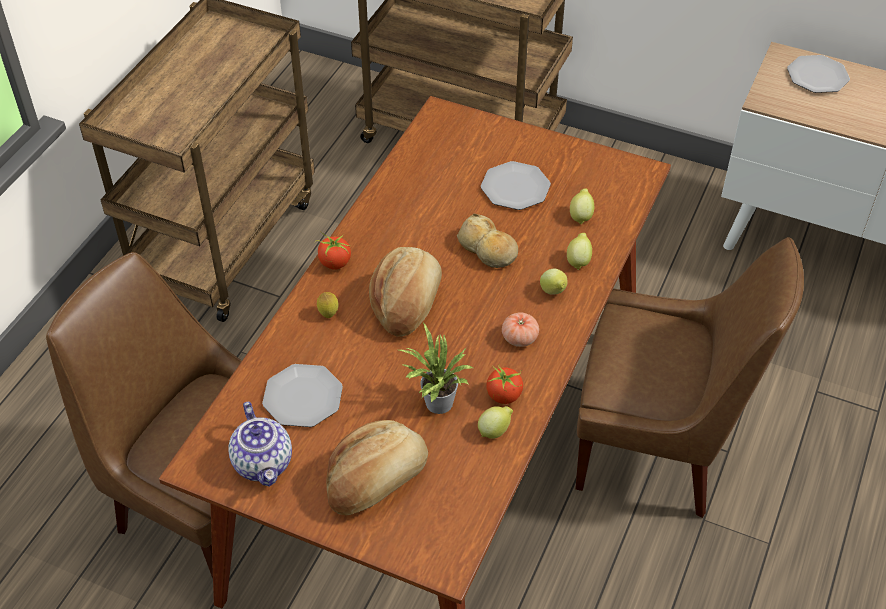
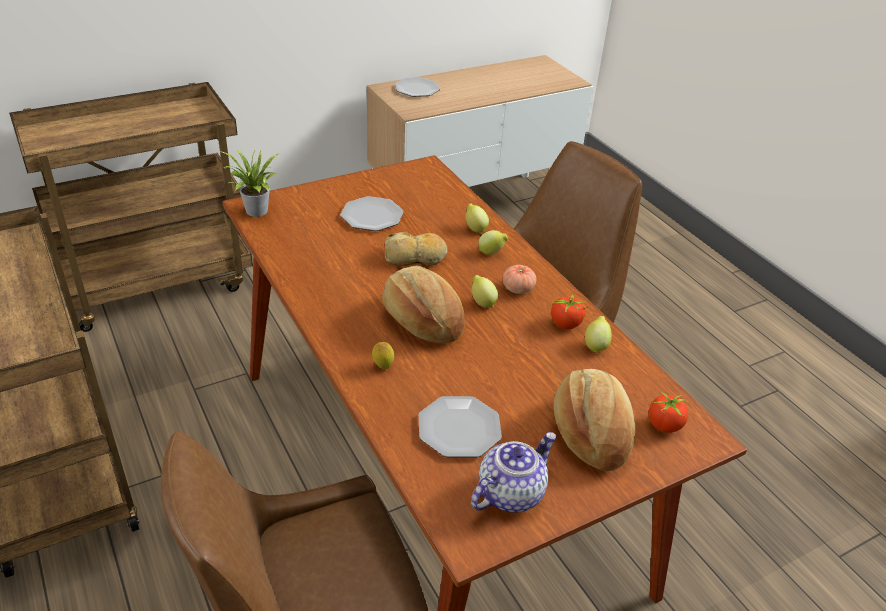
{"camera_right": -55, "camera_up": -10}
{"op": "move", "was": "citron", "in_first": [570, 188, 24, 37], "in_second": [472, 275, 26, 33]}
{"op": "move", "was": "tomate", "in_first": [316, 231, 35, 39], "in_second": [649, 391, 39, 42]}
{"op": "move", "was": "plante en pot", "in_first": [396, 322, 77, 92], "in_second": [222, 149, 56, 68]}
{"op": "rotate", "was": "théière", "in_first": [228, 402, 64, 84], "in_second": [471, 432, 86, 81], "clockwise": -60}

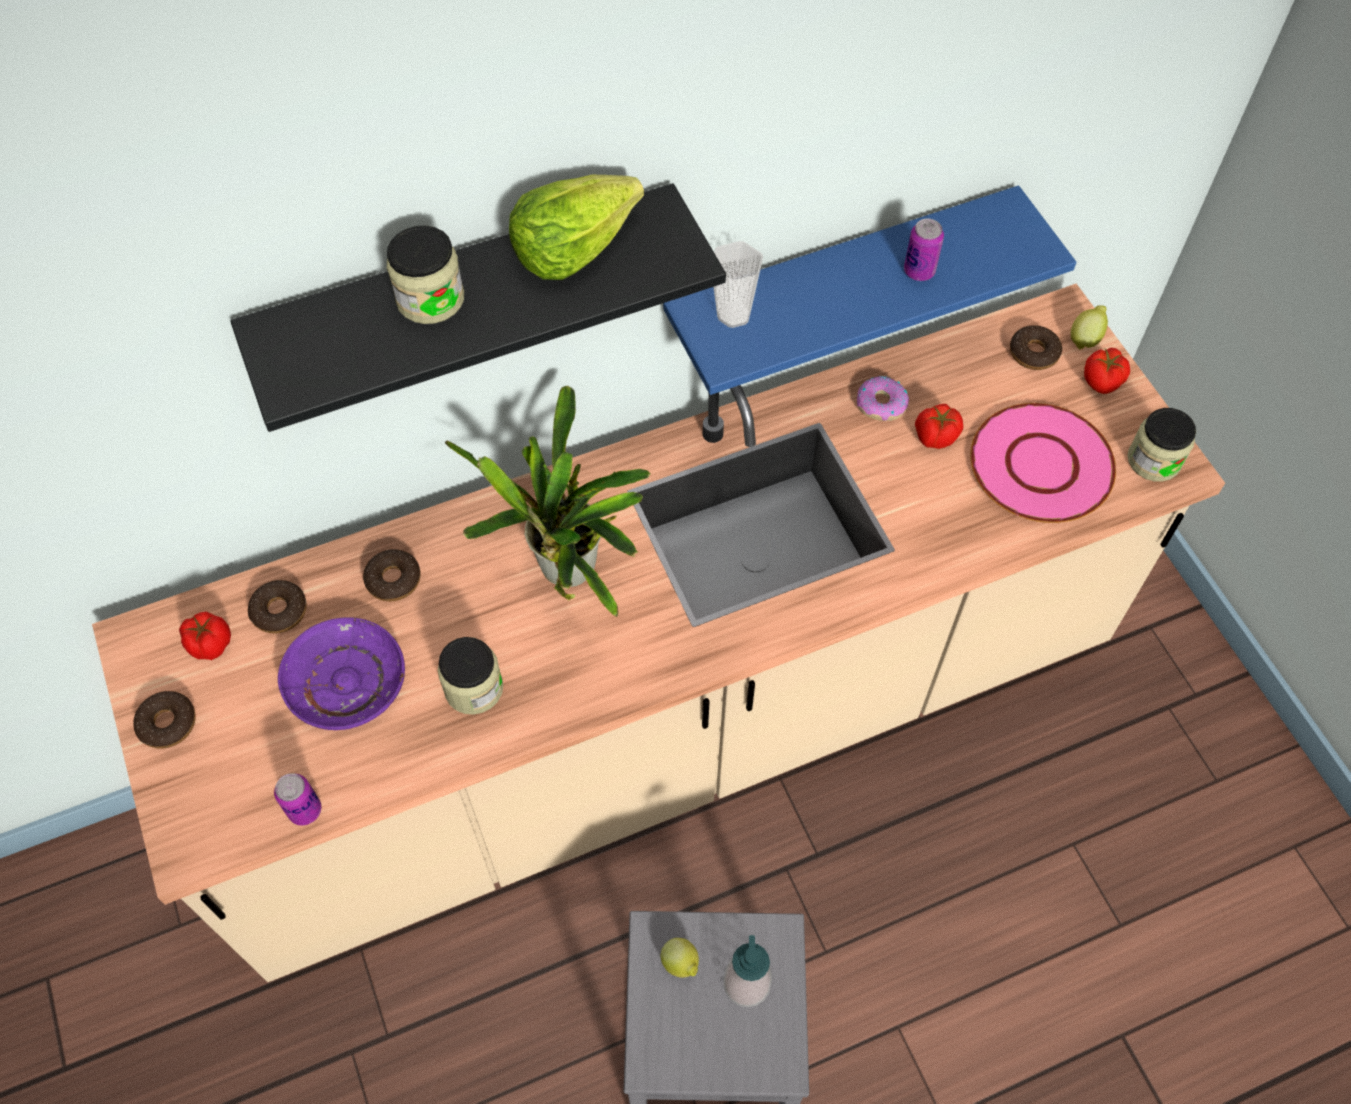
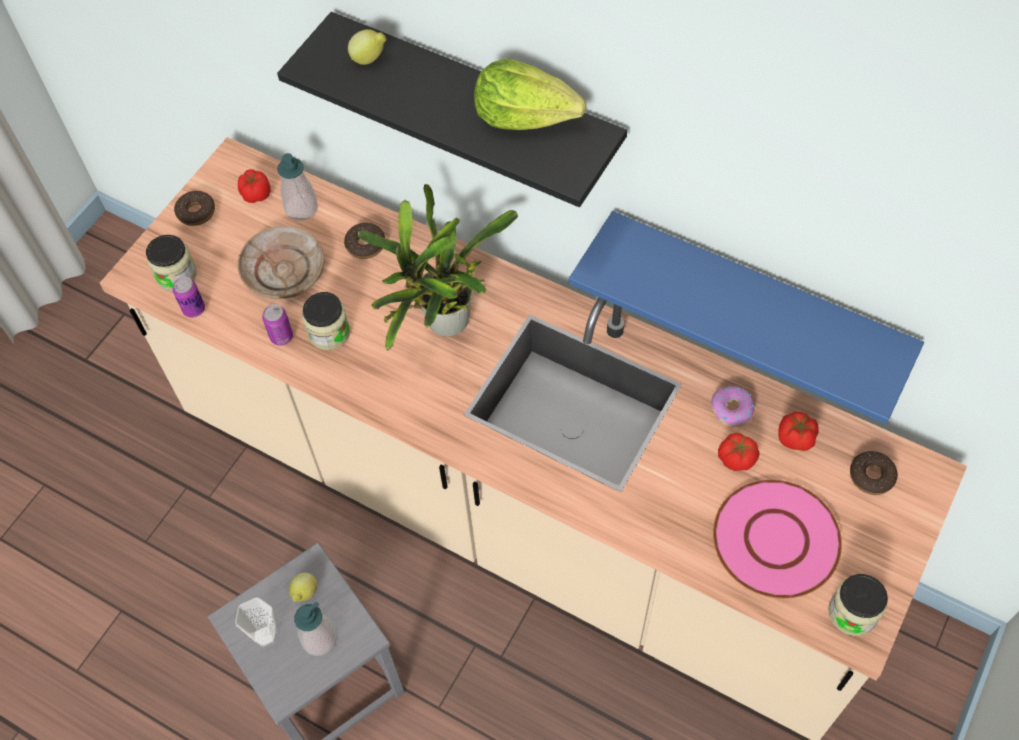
{"camera_right": 55, "camera_up": 0}
{"op": "move", "was": "boîte métallique", "in_first": [904, 219, 40, 62], "in_second": [262, 304, 31, 42]}
{"op": "move", "was": "bocal", "in_first": [387, 225, 77, 99], "in_second": [146, 235, 51, 56]}
{"op": "move", "was": "tasse", "in_first": [713, 241, 50, 87], "in_second": [235, 598, 42, 49]}
{"op": "move", "was": "citron", "in_first": [1071, 305, 37, 45], "in_second": [348, 29, 39, 36]}
{"op": "move", "was": "tomate", "in_first": [1084, 348, 46, 46], "in_second": [778, 412, 41, 39]}
{"op": "replace", "was": "beignet", "now": "distributeur de savon", "in_first": [248, 580, 58, 53], "in_second": [277, 153, 41, 68]}
{"op": "recolor", "was": "assiette [violet]", "now": "assiette [beige]", "in_first": [278, 617, 127, 113], "in_second": [238, 226, 86, 73]}

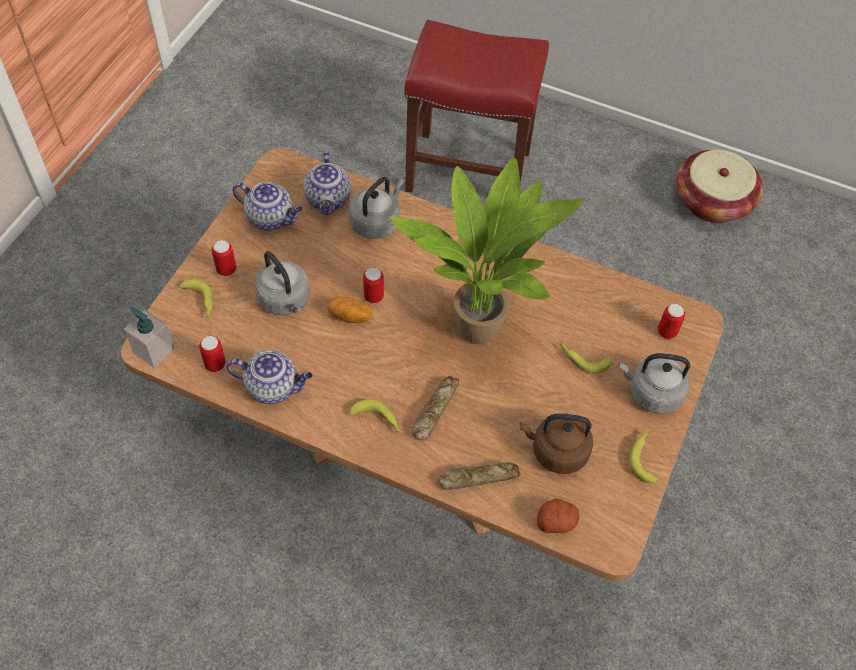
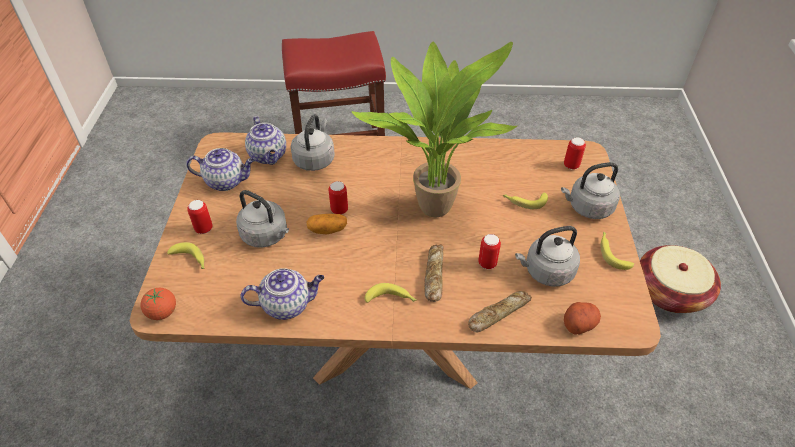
{"camera_right": -20, "camera_up": -10}
{"op": "move", "was": "panier", "in_first": [676, 149, 87, 74], "in_second": [640, 245, 81, 68]}
{"op": "replace", "was": "distributeur de savon", "now": "tomate", "in_first": [124, 306, 51, 62], "in_second": [141, 288, 35, 32]}
{"op": "move", "was": "boîte métallique", "in_first": [199, 336, 26, 36], "in_second": [478, 234, 23, 36]}
{"op": "recolor", "was": "bouilloire [marron]", "now": "bouilloire [gris]", "in_first": [520, 414, 73, 60], "in_second": [515, 226, 65, 61]}

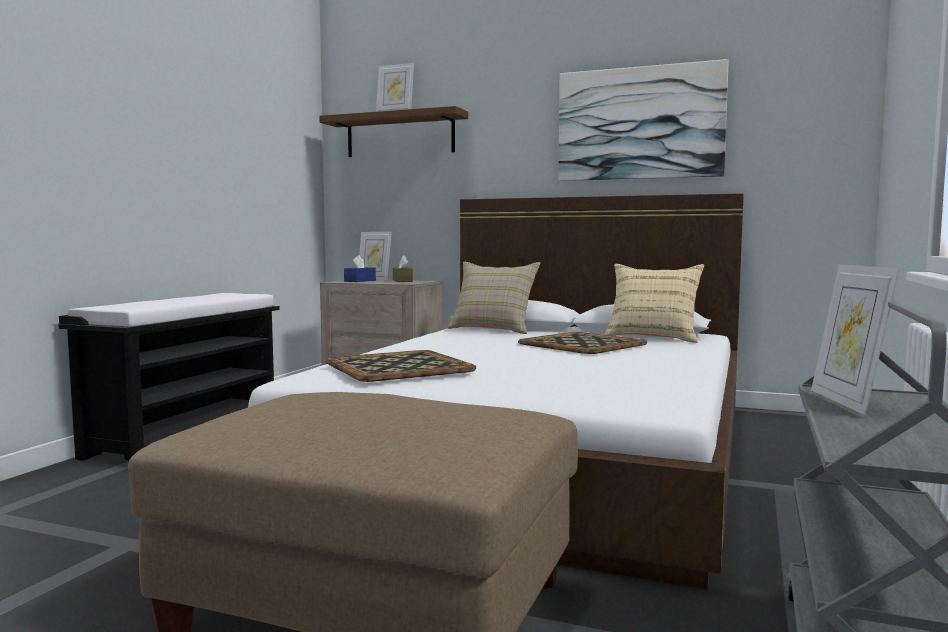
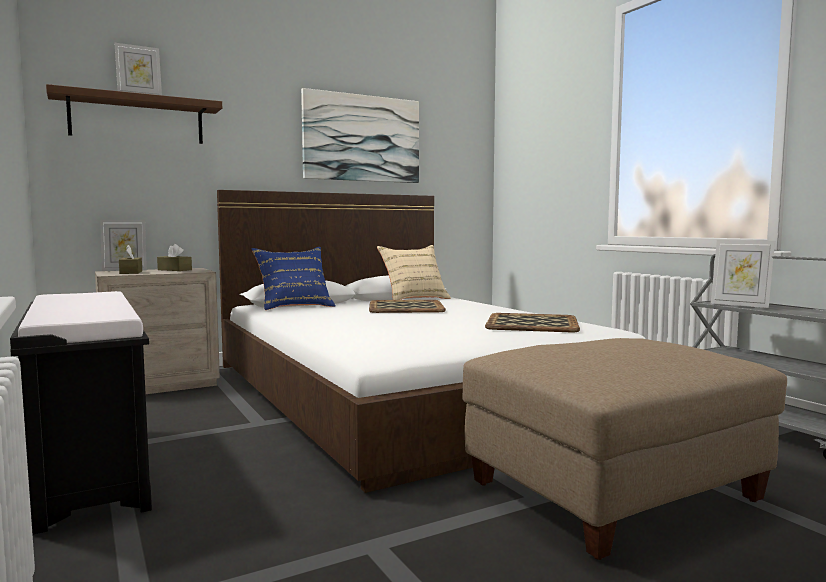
{"camera_right": -50, "camera_up": 0}
{"op": "recolor", "was": "boîte à mouchoirs [bleu]", "now": "boîte à mouchoirs [marron]", "in_first": [344, 255, 32, 27], "in_second": [119, 245, 23, 29]}
{"op": "recolor", "was": "coussin [beige]", "now": "coussin [bleu]", "in_first": [448, 262, 92, 72], "in_second": [252, 247, 84, 63]}
{"op": "move", "was": "plateau", "in_first": [326, 350, 150, 32], "in_second": [485, 313, 95, 19]}

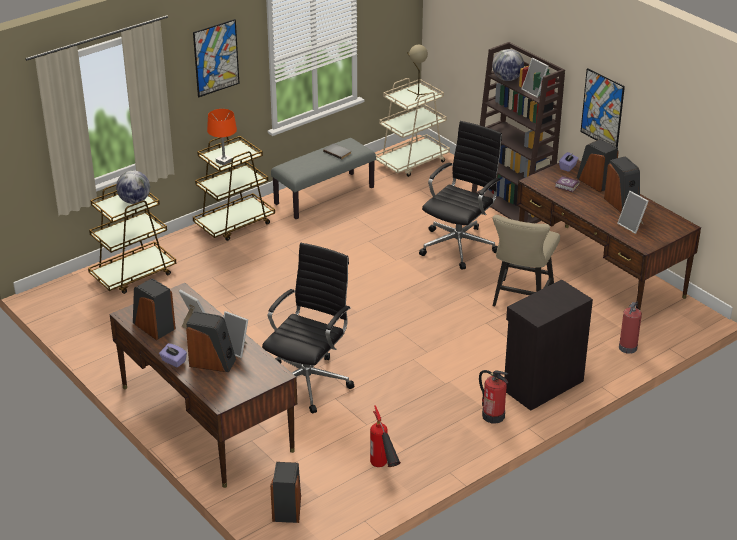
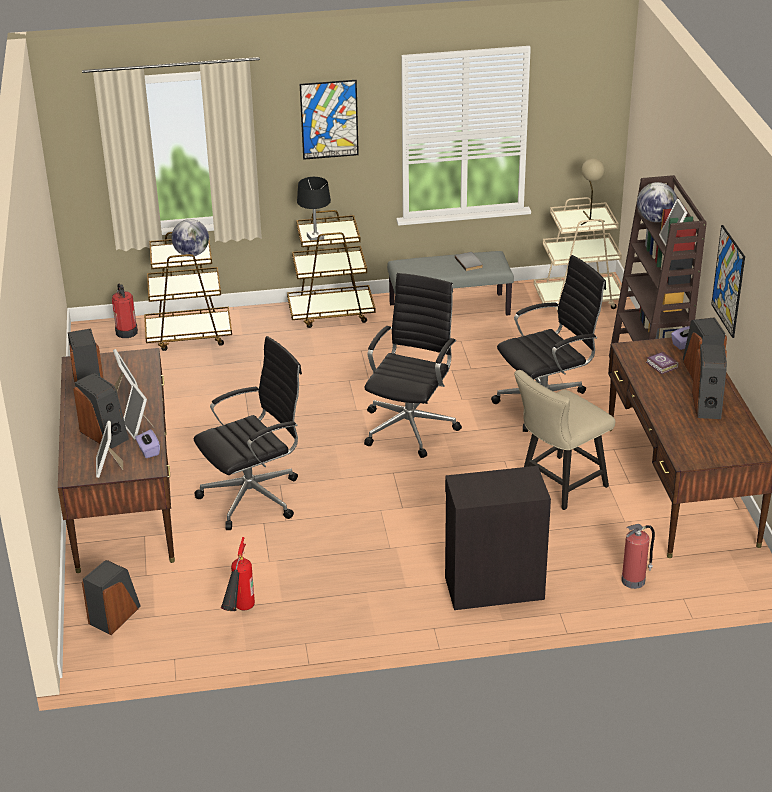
{"camera_right": 30, "camera_up": 0}
{"op": "recolor", "was": "lampe de table [orange]", "now": "lampe de table [noir]", "in_first": [207, 109, 30, 56], "in_second": [297, 177, 34, 64]}
{"op": "move", "was": "cadre photo", "in_first": [617, 191, 32, 43], "in_second": [96, 421, 27, 57]}
{"op": "move", "was": "boîte à mouchoirs [violet]", "in_first": [159, 343, 28, 25], "in_second": [135, 429, 25, 29]}
{"op": "move", "was": "extincteur", "in_first": [479, 370, 30, 53], "in_second": [112, 284, 26, 54]}
{"op": "insert", "now": "chaise de bureau [noir]", "in_second": [364, 273, 98, 185]}

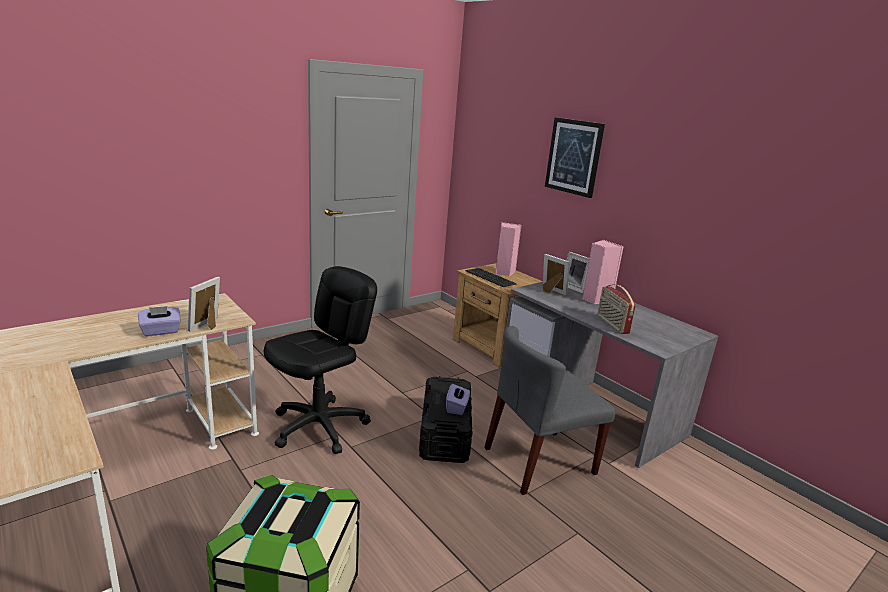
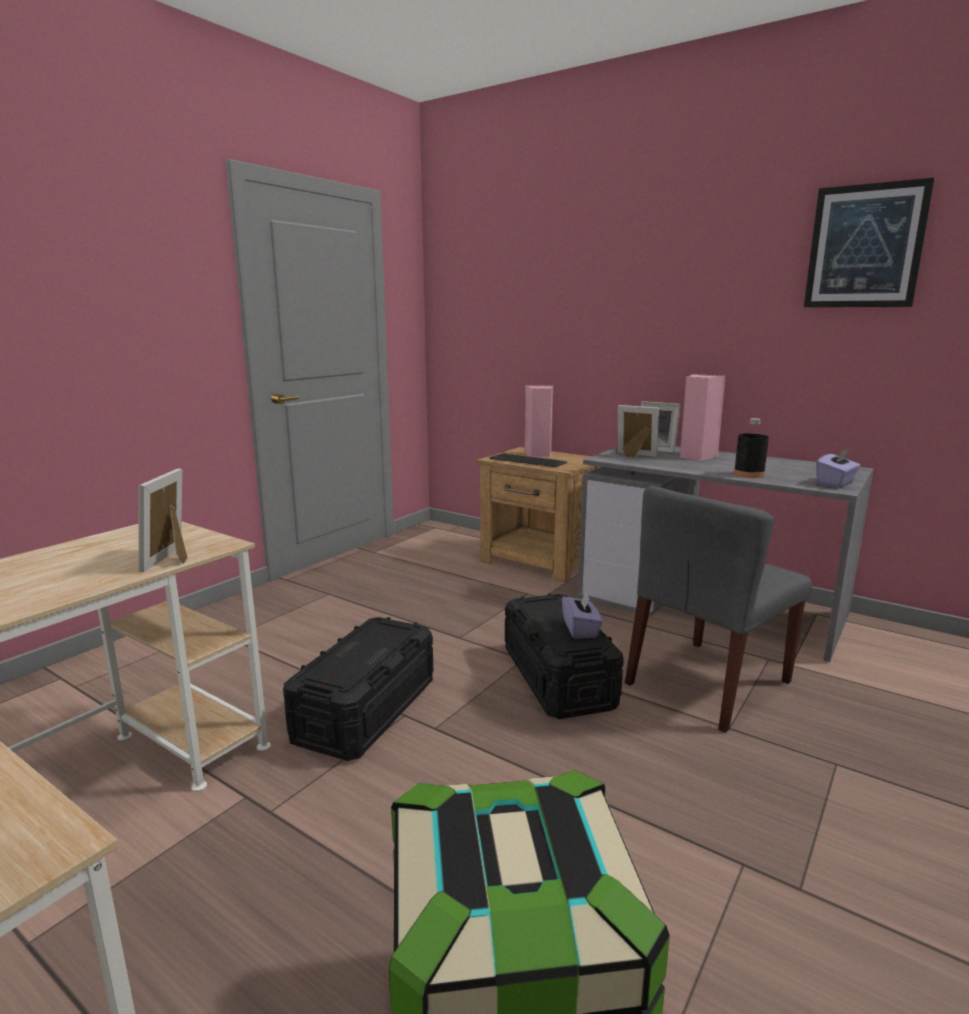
{"camera_right": -15, "camera_up": -5}
{"op": "move", "was": "tableau", "in_first": [545, 117, 60, 81], "in_second": [804, 178, 130, 129]}
{"op": "replace", "was": "chaise de bureau [noir]", "now": "boîte de rangement [noir]", "in_first": [264, 266, 113, 188], "in_second": [283, 617, 150, 144]}
{"op": "replace", "was": "radio", "now": "bouteille [noir]", "in_first": [597, 285, 39, 49], "in_second": [734, 418, 35, 60]}
{"op": "move", "was": "boîte à mouchoirs [violet]", "in_first": [138, 306, 43, 31], "in_second": [816, 449, 45, 39]}

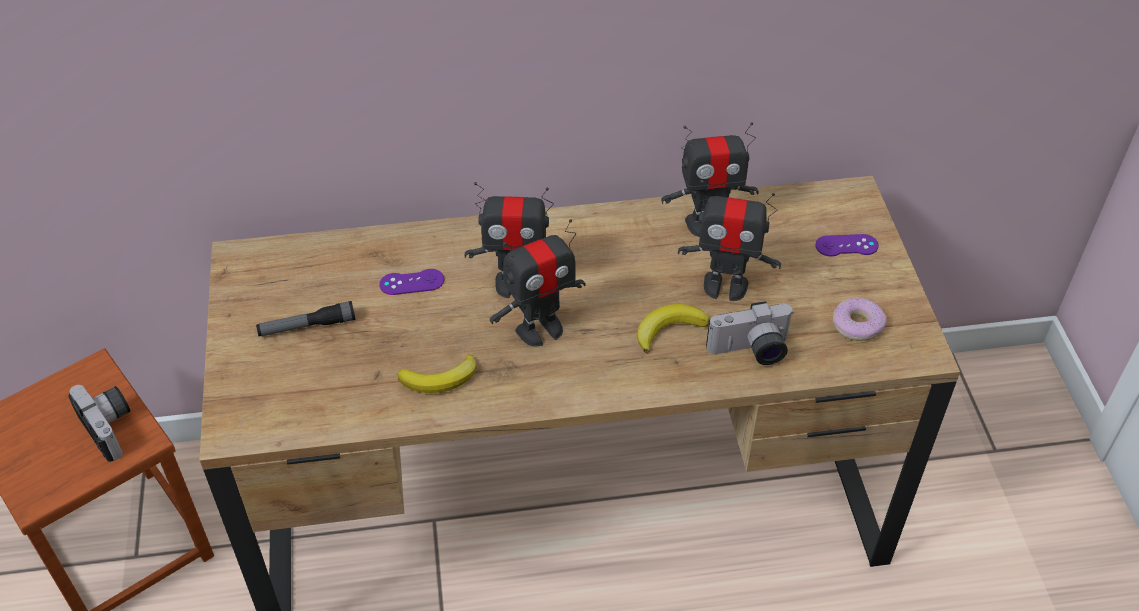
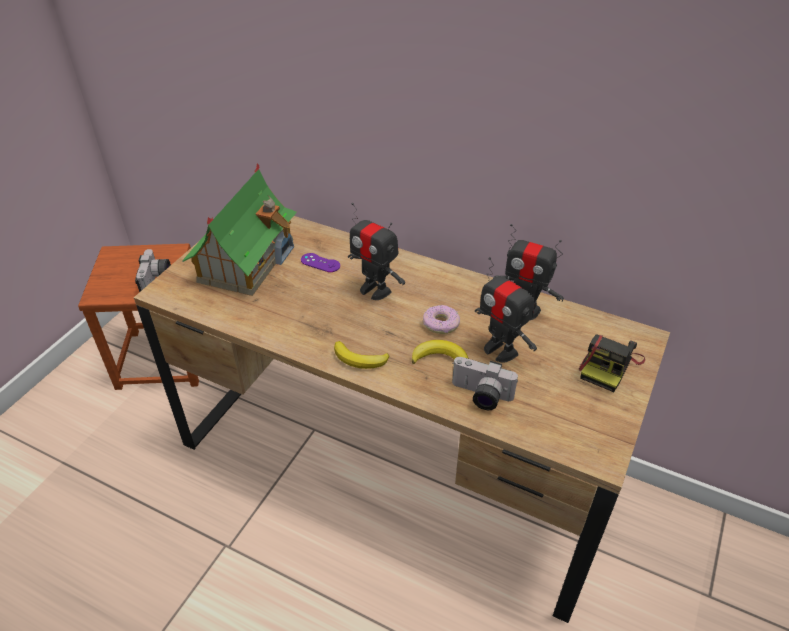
{"camera_right": 35, "camera_up": -5}
{"op": "delete", "was": "robot jouet", "in_first": [490, 219, 96, 128]}
{"op": "replace", "was": "manette [violet]", "now": "appareil photo", "in_first": [815, 234, 64, 23], "in_second": [579, 334, 66, 58]}
{"op": "move", "was": "beignet", "in_first": [833, 298, 54, 43], "in_second": [423, 305, 37, 29]}
{"op": "replace", "was": "lampe de poche", "now": "maison miniature", "in_first": [256, 301, 100, 35], "in_second": [182, 164, 115, 132]}
{"op": "move", "was": "banane", "in_first": [398, 354, 79, 39], "in_second": [334, 341, 55, 28]}

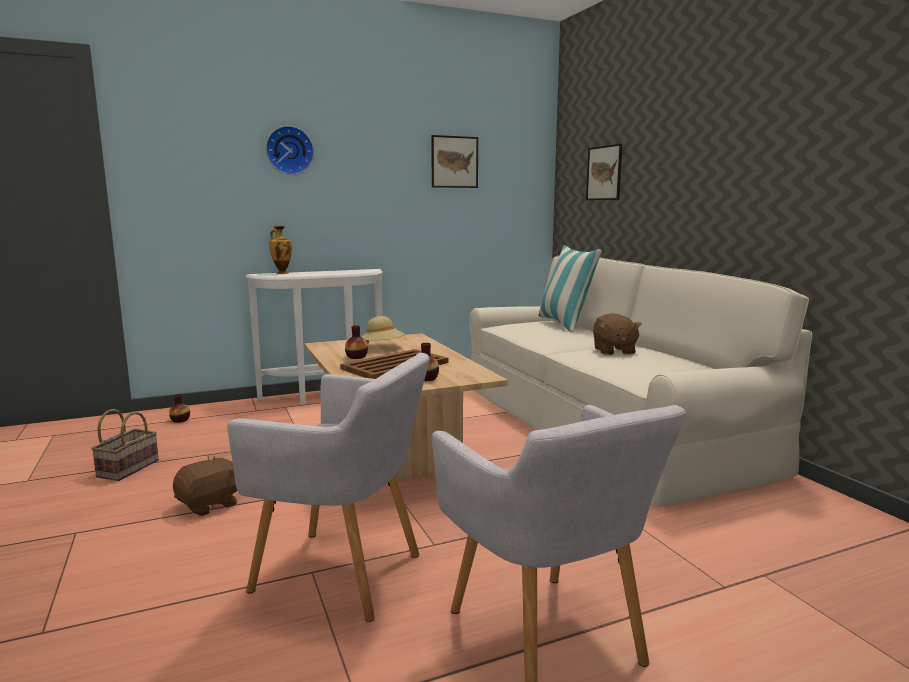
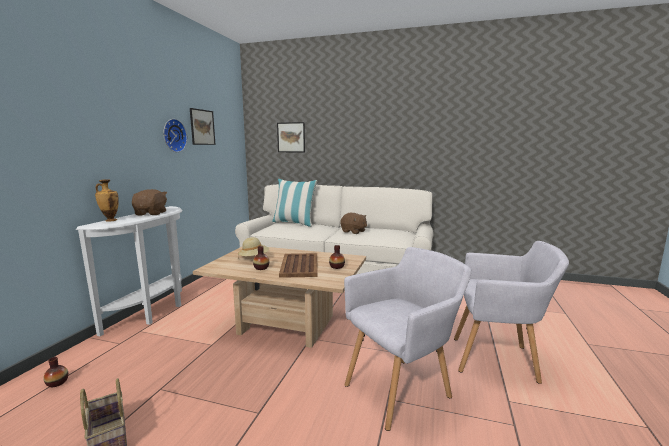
{"camera_right": -50, "camera_up": 0}
{"op": "move", "was": "horloge murale", "in_first": [266, 126, 48, 49], "in_second": [163, 119, 24, 33]}
{"op": "move", "was": "peluche [marron]", "in_first": [173, 456, 64, 60], "in_second": [132, 189, 35, 26]}

